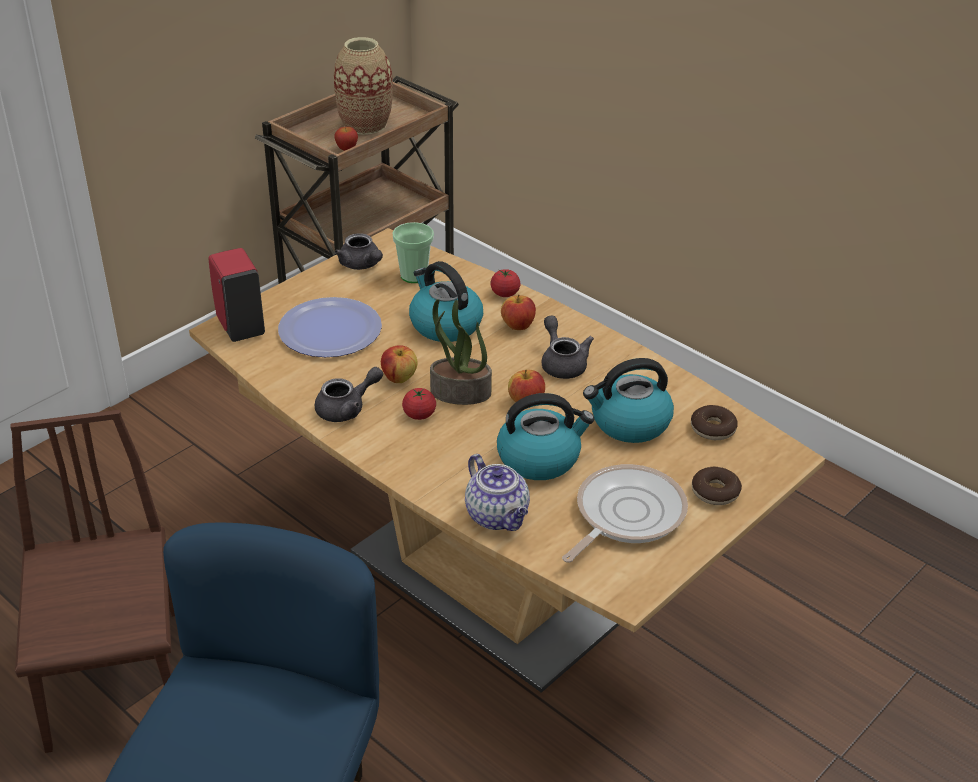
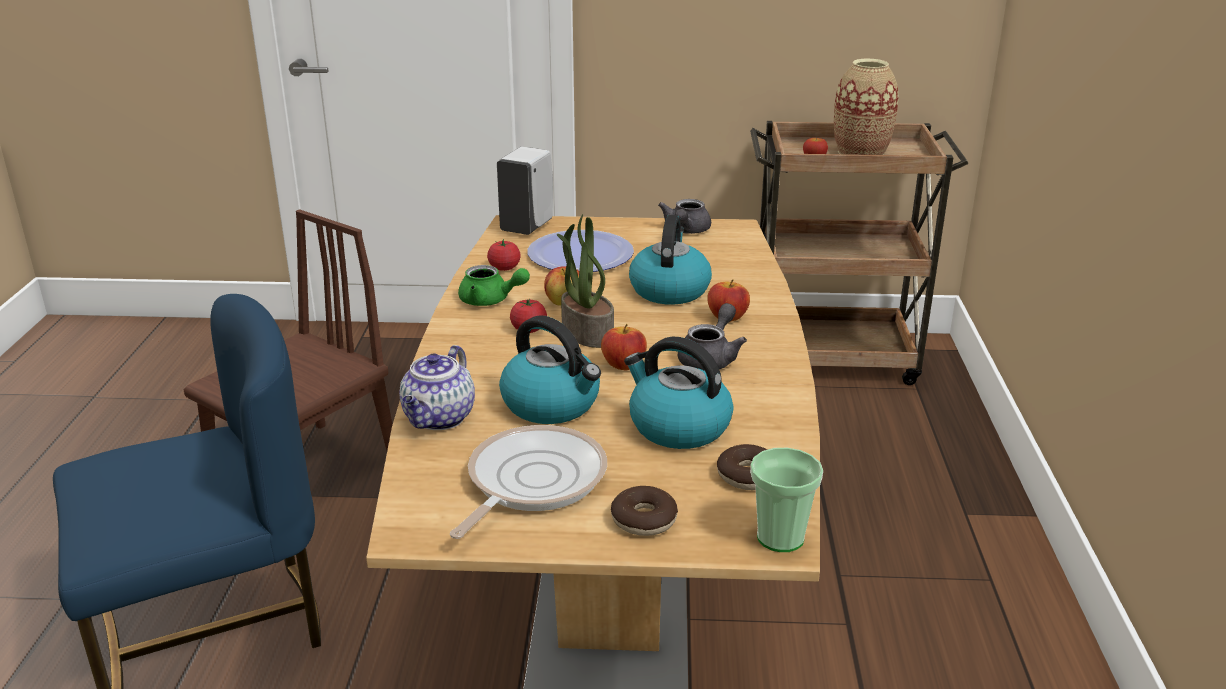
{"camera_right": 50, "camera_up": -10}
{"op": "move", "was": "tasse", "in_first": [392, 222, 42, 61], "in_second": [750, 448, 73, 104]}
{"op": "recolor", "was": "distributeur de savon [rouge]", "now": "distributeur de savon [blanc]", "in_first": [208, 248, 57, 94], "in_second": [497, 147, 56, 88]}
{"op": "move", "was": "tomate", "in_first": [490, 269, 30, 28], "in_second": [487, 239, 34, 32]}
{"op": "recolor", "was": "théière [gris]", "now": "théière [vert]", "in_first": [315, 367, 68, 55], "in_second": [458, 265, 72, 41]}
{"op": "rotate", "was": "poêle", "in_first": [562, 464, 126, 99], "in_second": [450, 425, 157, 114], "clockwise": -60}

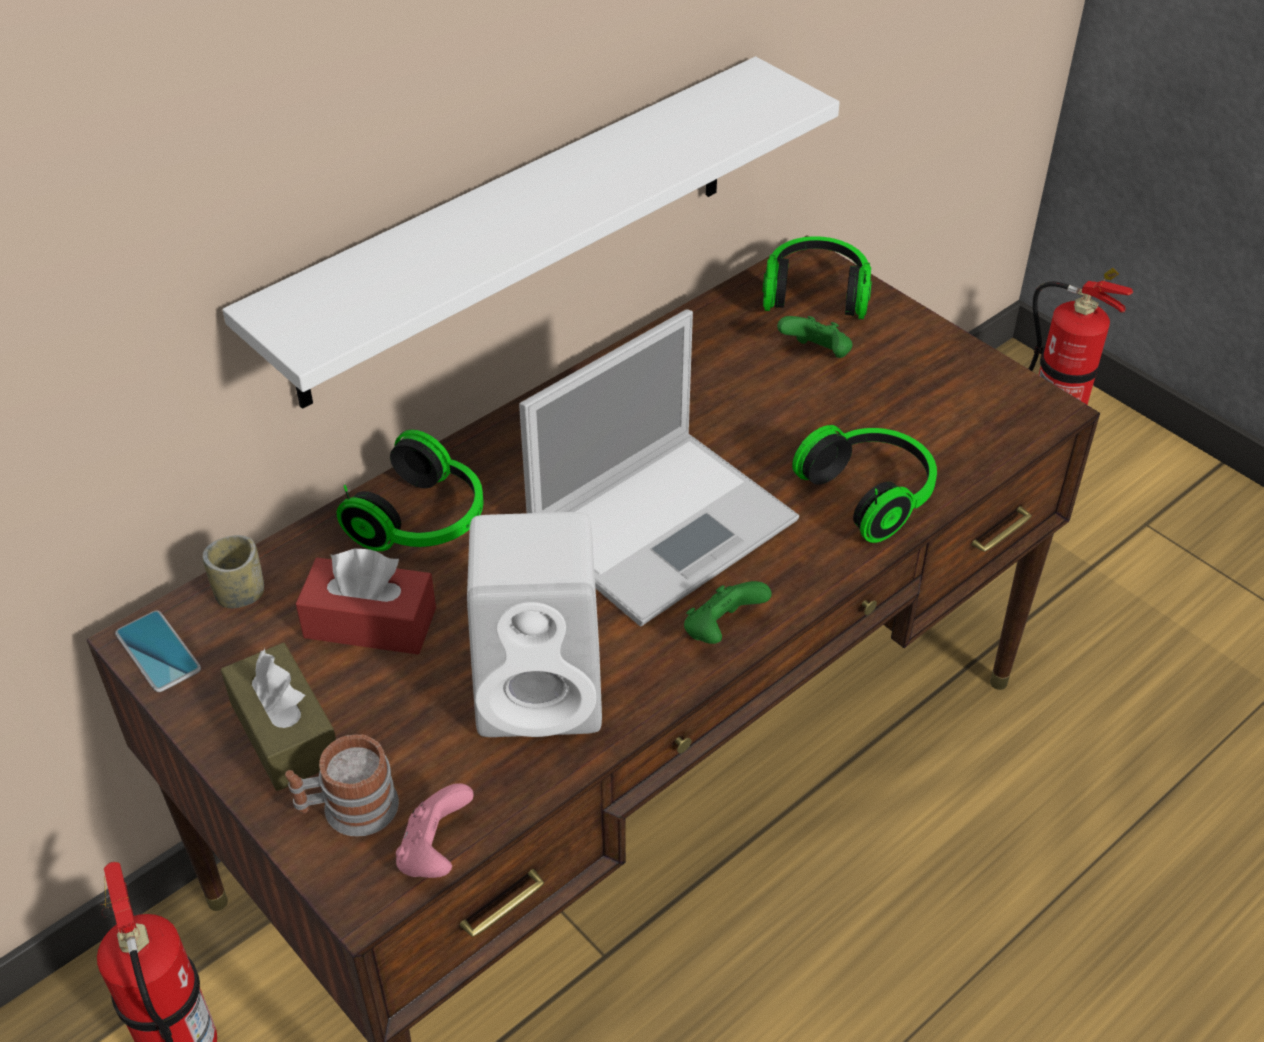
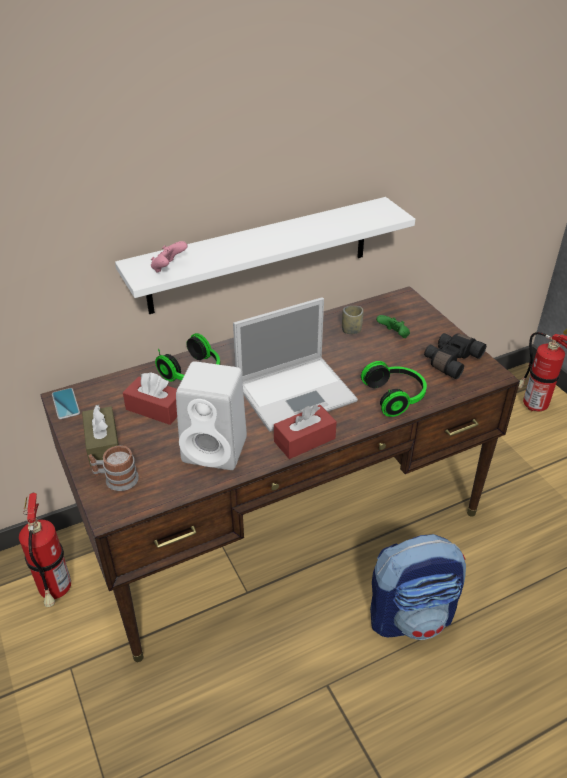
{"camera_right": 15, "camera_up": -5}
{"op": "delete", "was": "casque audio", "in_first": [763, 236, 109, 83]}
{"op": "move", "was": "tasse", "in_first": [202, 535, 62, 73], "in_second": [342, 306, 22, 28]}
{"op": "replace", "was": "manette [vert]", "now": "boîte à mouchoirs [rouge]", "in_first": [684, 581, 88, 63], "in_second": [274, 405, 63, 54]}
{"op": "move", "was": "manette [rose]", "in_first": [396, 783, 78, 95], "in_second": [151, 241, 37, 32]}
{"op": "insert", "now": "jumelles [noir]", "in_second": [424, 333, 62, 46]}
{"op": "insert", "now": "sac à dos", "in_second": [370, 534, 96, 106]}

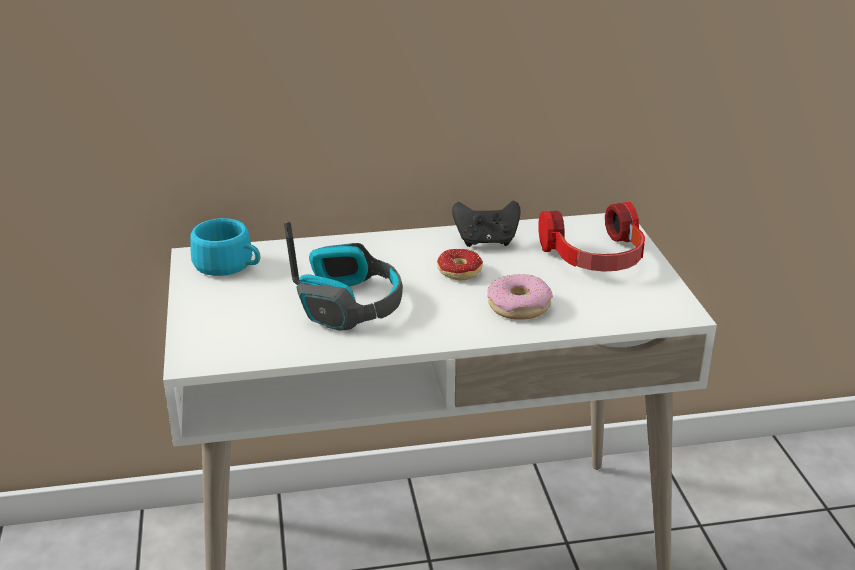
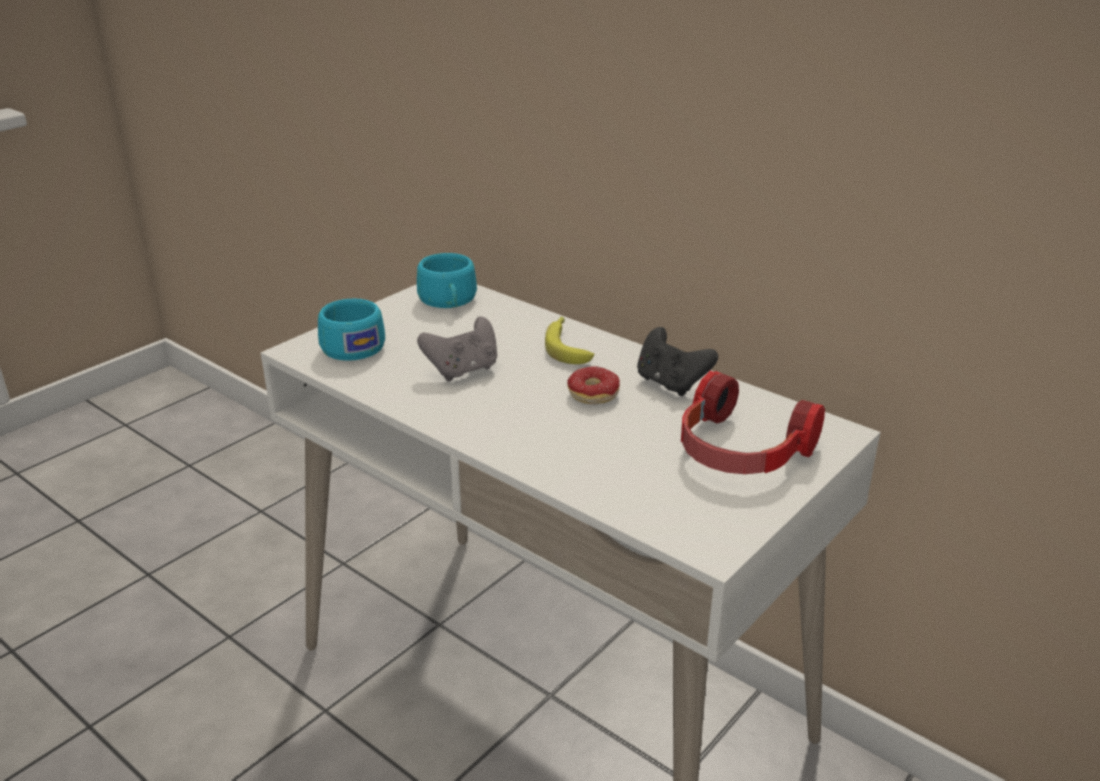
{"camera_right": 50, "camera_up": 0}
{"op": "replace", "was": "casque audio", "now": "manette [gris]", "in_first": [284, 221, 119, 110], "in_second": [417, 316, 80, 65]}
{"op": "delete", "was": "beignet", "in_first": [487, 274, 66, 46]}
{"op": "insert", "now": "tasse [turquoise]", "in_second": [318, 298, 67, 63]}
{"op": "insert", "now": "banane", "in_second": [545, 316, 50, 48]}

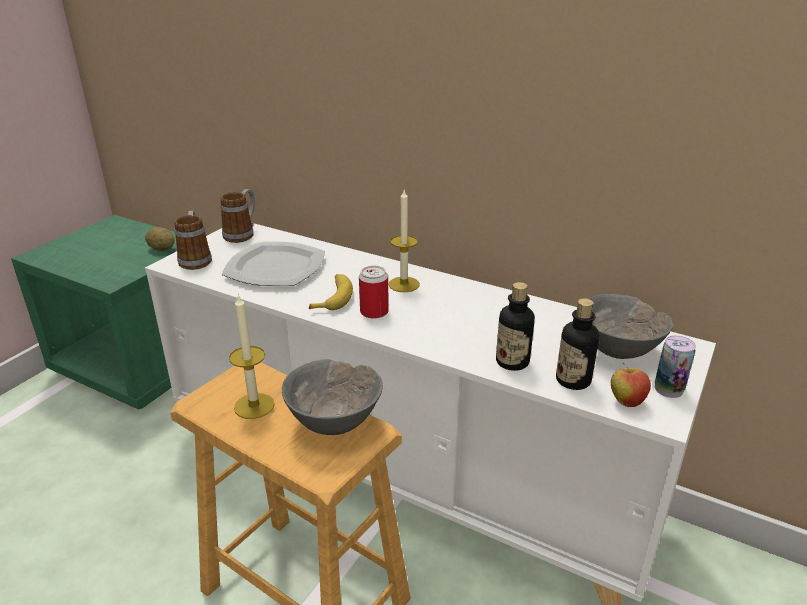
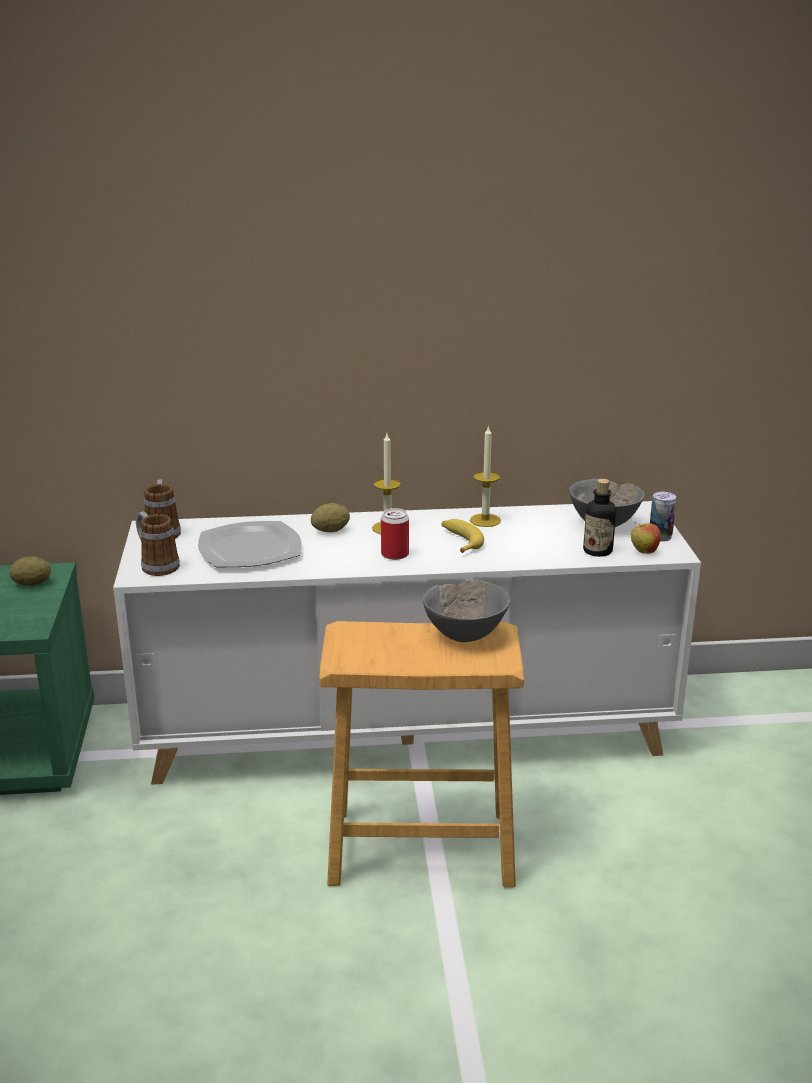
{"camera_right": -35, "camera_up": -5}
{"op": "move", "was": "banane", "in_first": [309, 274, 44, 36], "in_second": [442, 519, 42, 34]}
{"op": "delete", "was": "bouteille", "in_first": [496, 282, 39, 89]}
{"op": "move", "was": "bougie", "in_first": [229, 294, 46, 125], "in_second": [470, 425, 31, 102]}
{"op": "insert", "now": "pomme de terre", "in_second": [311, 503, 39, 29]}

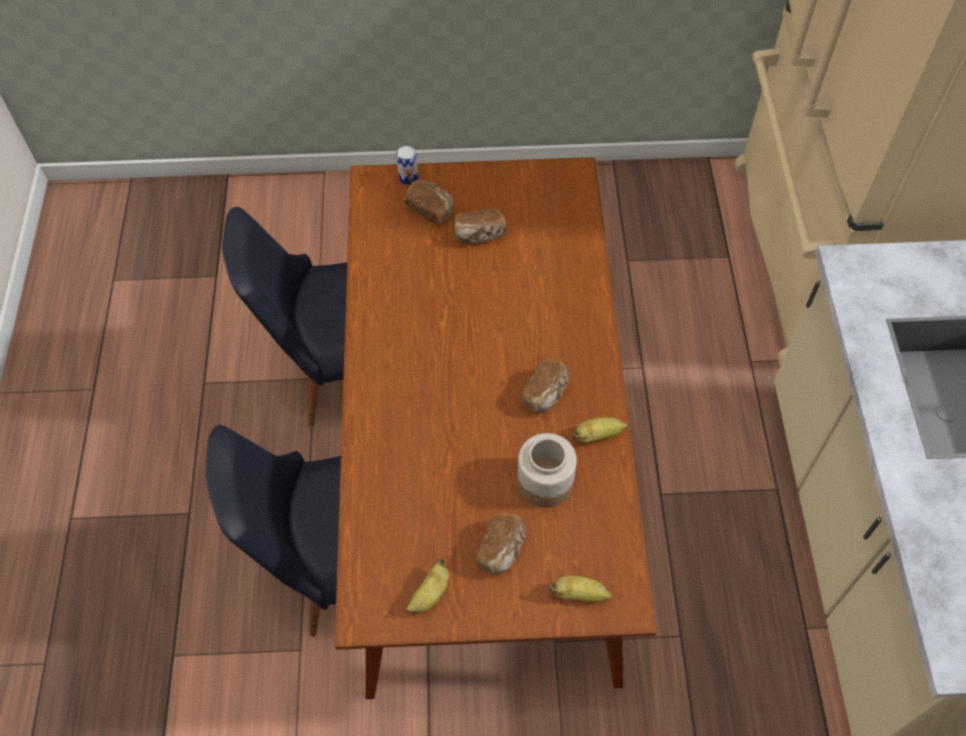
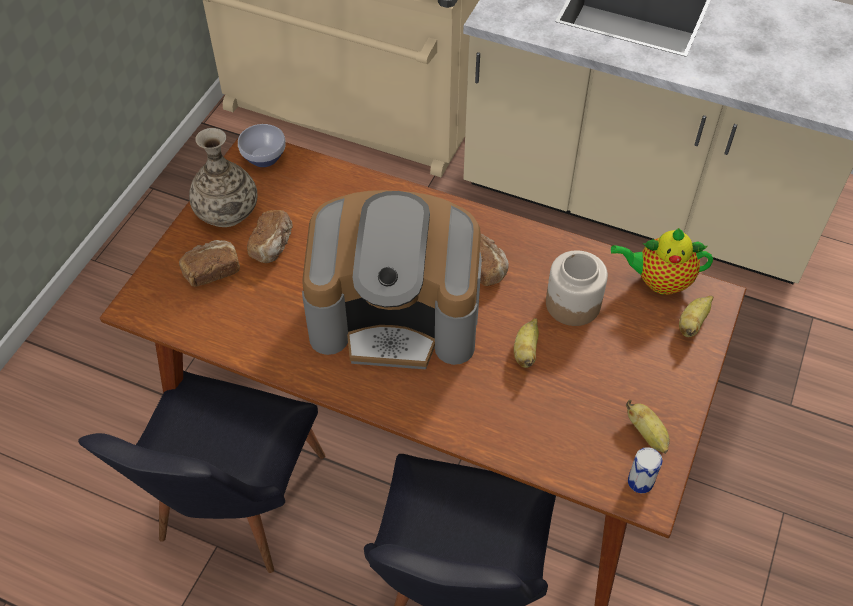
{"camera_right": -65, "camera_up": -5}
{"op": "move", "was": "boîte métallique", "in_first": [396, 146, 23, 39], "in_second": [628, 447, 35, 46]}
{"op": "move", "was": "banane", "in_first": [573, 417, 55, 26], "in_second": [514, 318, 25, 50]}
{"op": "delete", "was": "pain", "in_first": [475, 513, 51, 62]}
{"op": "insert", "now": "bol", "in_second": [238, 124, 48, 43]}
{"op": "insert", "now": "vase", "in_second": [189, 128, 68, 99]}
{"op": "insert", "now": "machine à café", "in_second": [302, 190, 180, 179]}
{"op": "insert", "now": "théière", "in_second": [611, 228, 102, 67]}

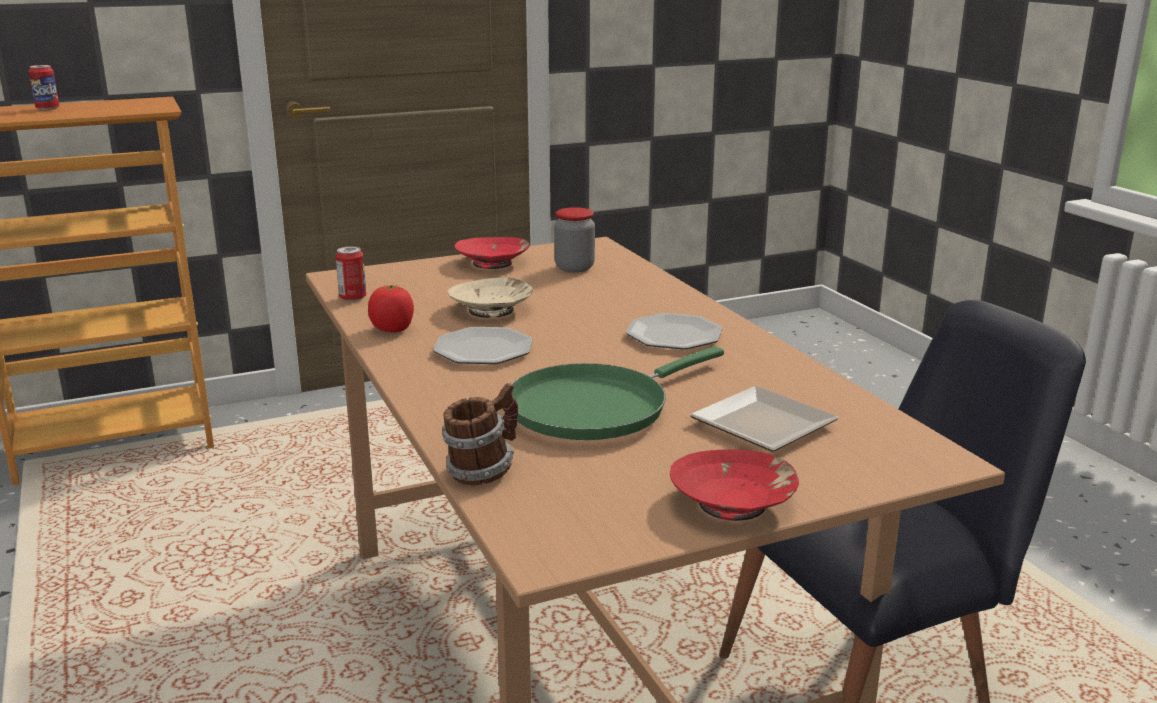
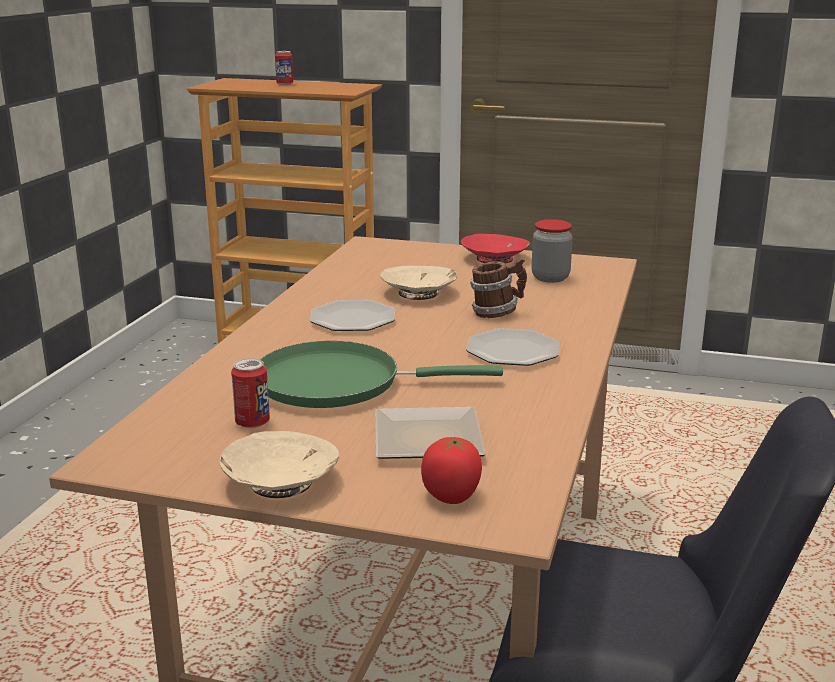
{"camera_right": 40, "camera_up": 0}
{"op": "move", "was": "boîte métallique", "in_first": [335, 246, 31, 56], "in_second": [231, 358, 39, 70]}
{"op": "move", "was": "tomate", "in_first": [368, 285, 46, 47], "in_second": [421, 437, 61, 67]}
{"op": "move", "was": "mug", "in_first": [442, 383, 76, 102], "in_second": [470, 258, 57, 60]}
{"op": "recolor", "was": "bol [rouge]", "now": "bol [beige]", "in_first": [670, 450, 129, 71], "in_second": [220, 431, 119, 67]}

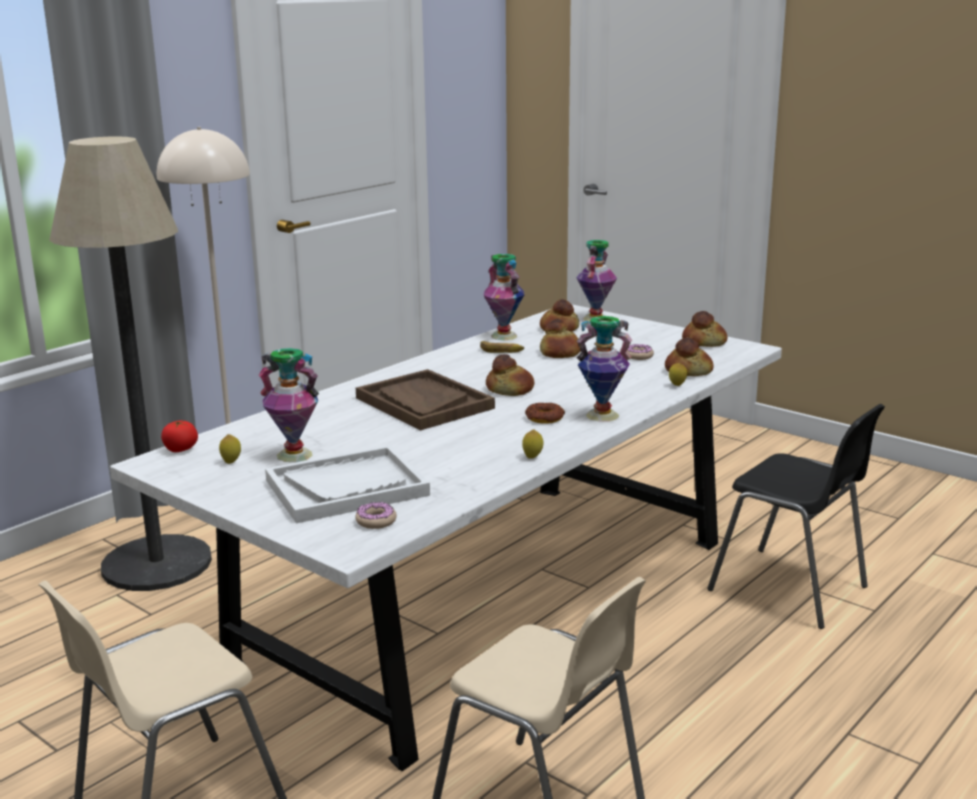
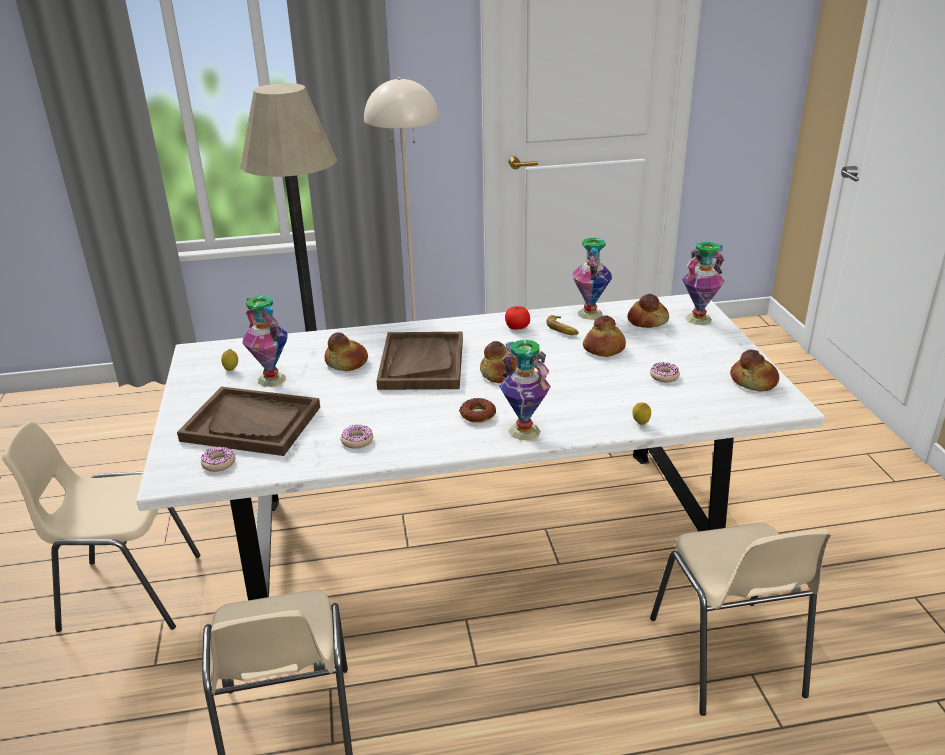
{"camera_right": 40, "camera_up": 10}
{"op": "move", "was": "pain", "in_first": [665, 338, 48, 38], "in_second": [325, 332, 43, 39]}
{"op": "recolor", "was": "chaise [noir]", "now": "chaise [beige]", "in_first": [707, 404, 178, 225], "in_second": [650, 523, 181, 193]}
{"op": "move", "was": "tomate", "in_first": [161, 420, 37, 32], "in_second": [505, 306, 25, 24]}
{"op": "delete", "was": "citron", "in_first": [522, 429, 21, 30]}
{"op": "recolor", "was": "plateau [blanc]", "now": "plateau [marron]", "in_first": [265, 445, 165, 79], "in_second": [177, 387, 143, 69]}
{"op": "insert", "now": "beignet", "in_second": [340, 424, 33, 25]}

